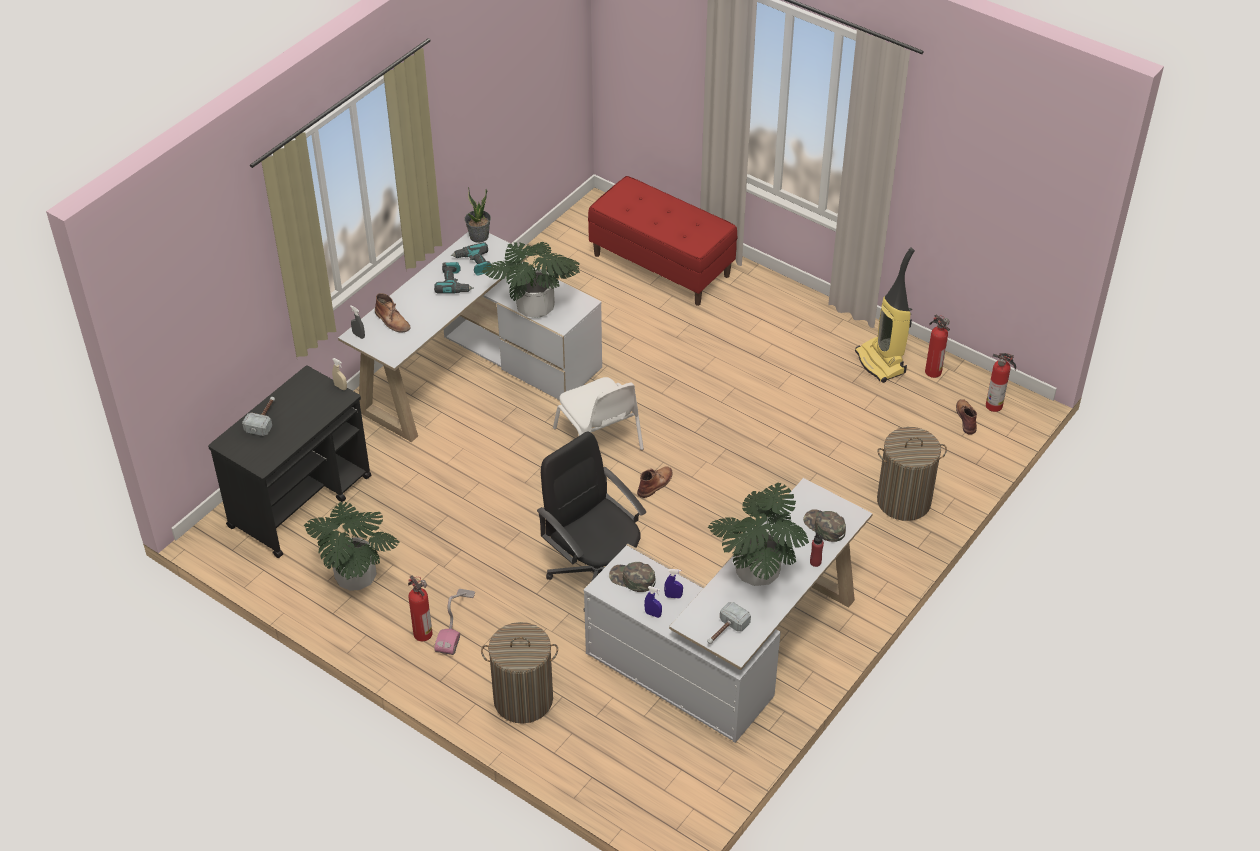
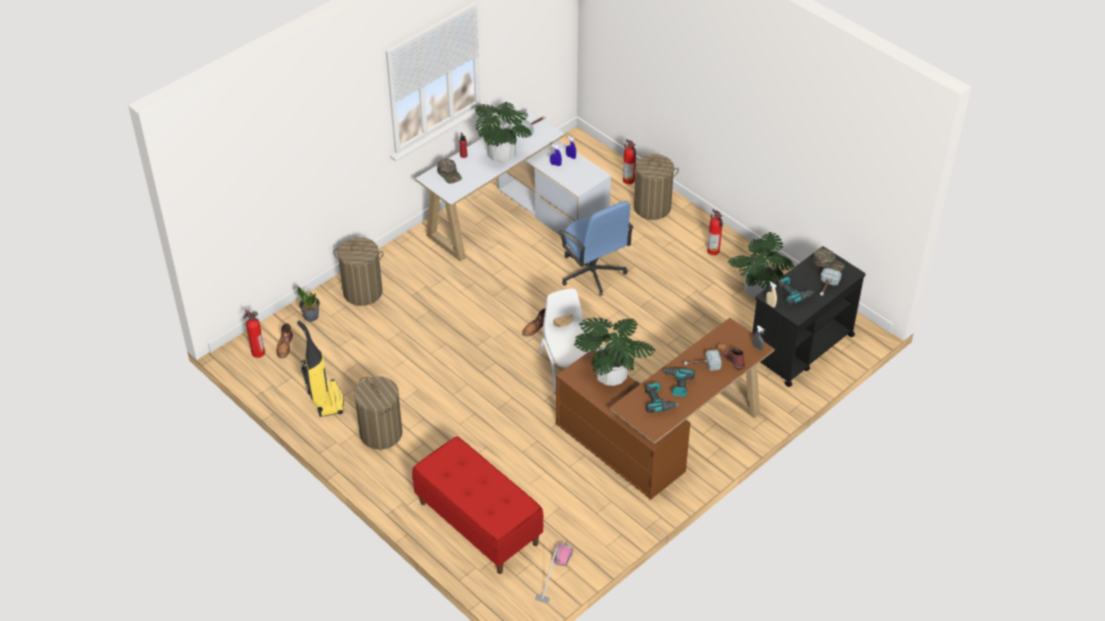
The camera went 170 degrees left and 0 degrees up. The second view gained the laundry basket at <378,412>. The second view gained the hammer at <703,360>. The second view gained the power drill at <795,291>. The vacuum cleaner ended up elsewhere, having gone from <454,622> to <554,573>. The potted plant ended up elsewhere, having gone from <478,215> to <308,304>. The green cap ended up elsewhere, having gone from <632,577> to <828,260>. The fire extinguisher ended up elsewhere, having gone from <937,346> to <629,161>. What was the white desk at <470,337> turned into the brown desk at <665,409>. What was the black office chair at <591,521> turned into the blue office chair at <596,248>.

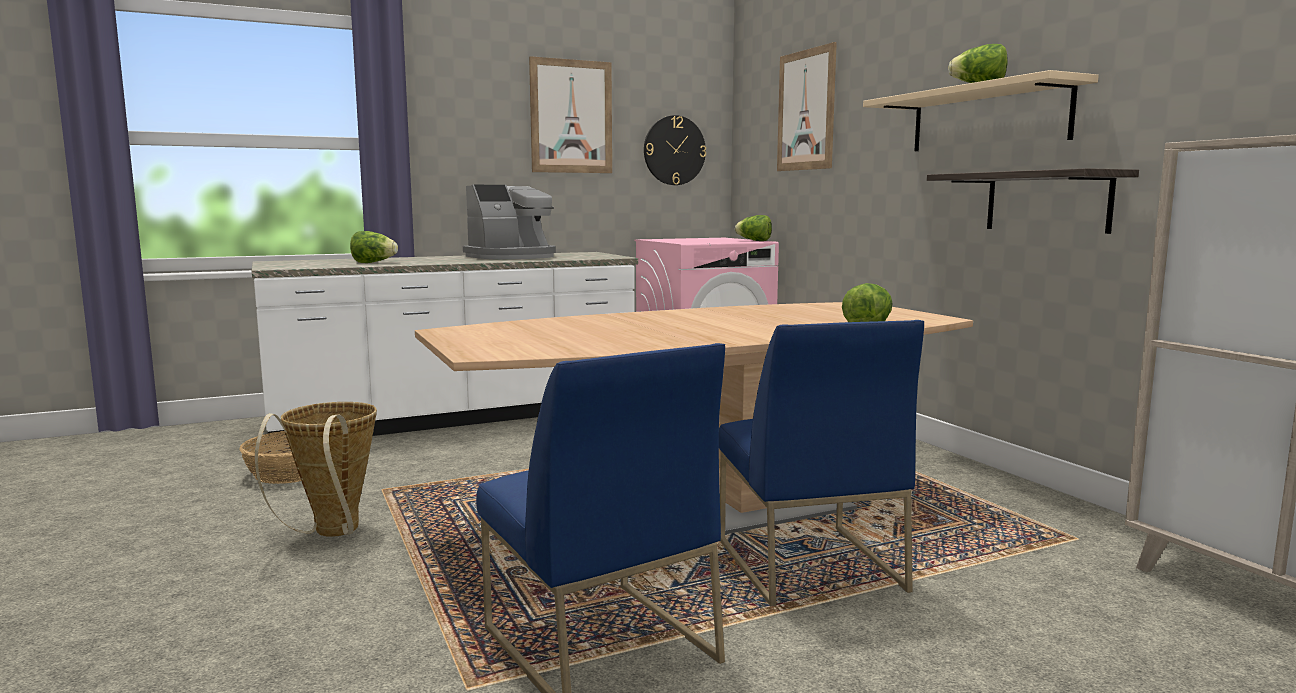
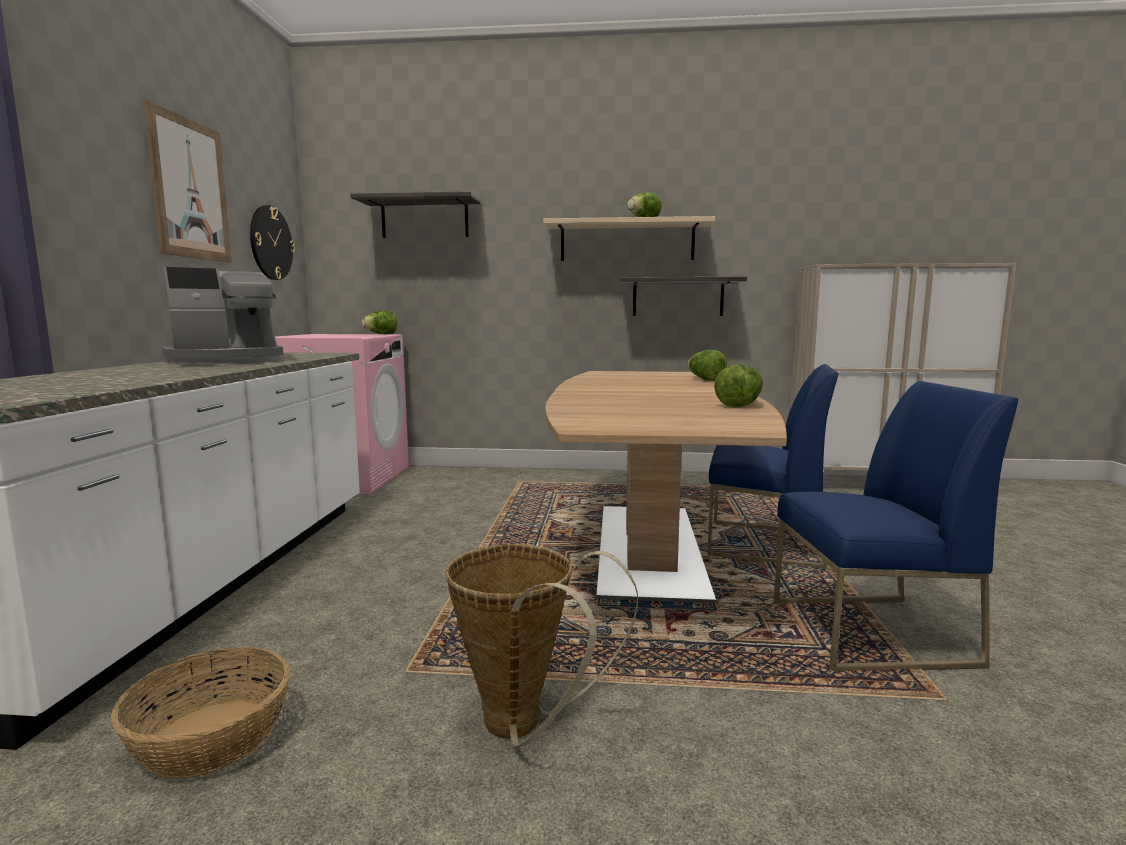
The camera went 60 degrees left and 0 degrees up. The lettuce ended up elsewhere, having gone from <374,247> to <738,385>. Where the picture hung at <807,106>, the shelf came to hang at <415,215>. The coffee machine at <509,221> ended up facing another way, 60 degrees clockwise from before.

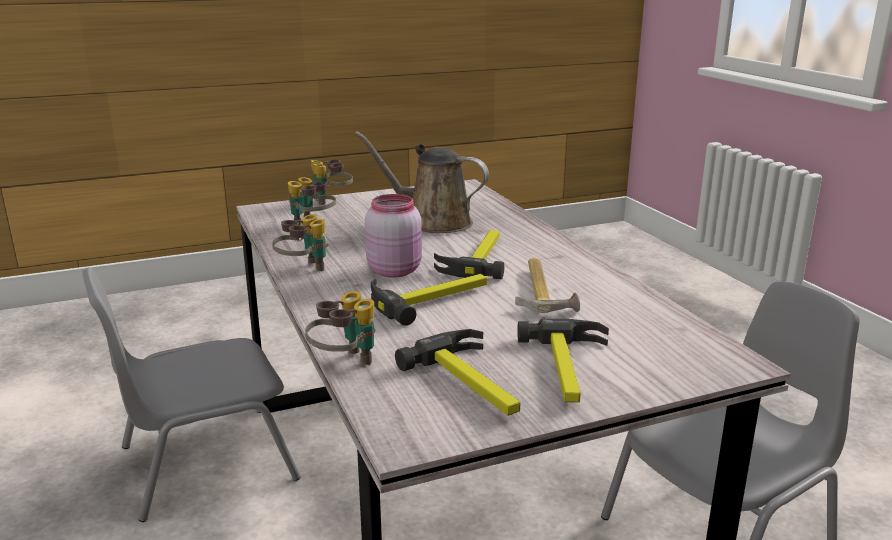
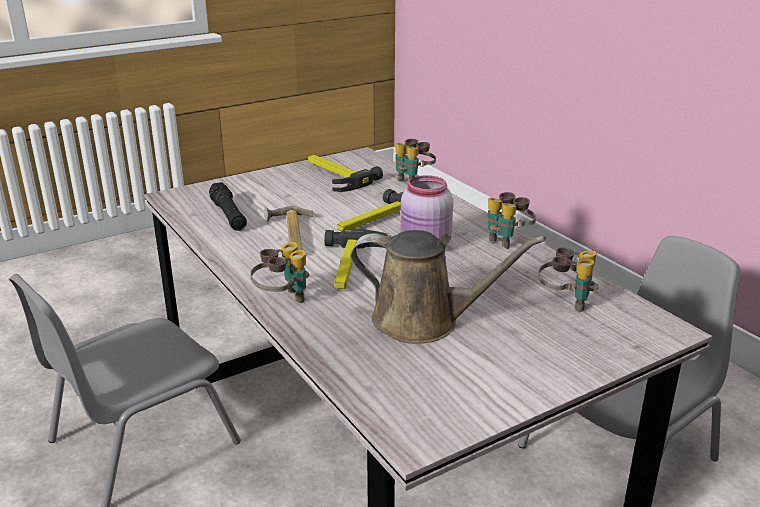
The camera went 170 degrees right and 5 degrees up. The second view lost the hammer at <563,360>. The second view gained the black flashlight at <228,206>. The binoculars ended up elsewhere, having gone from <332,182> to <279,272>.

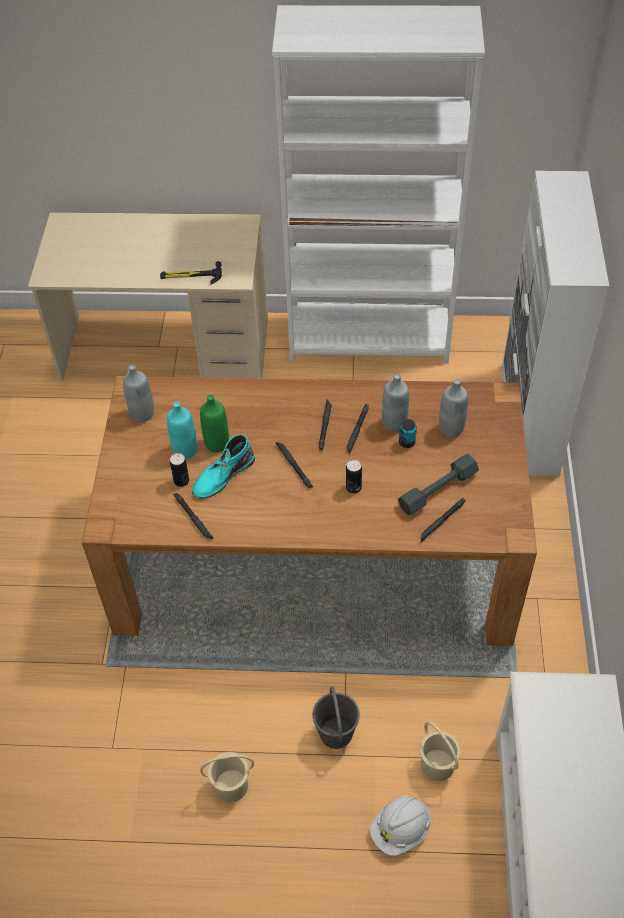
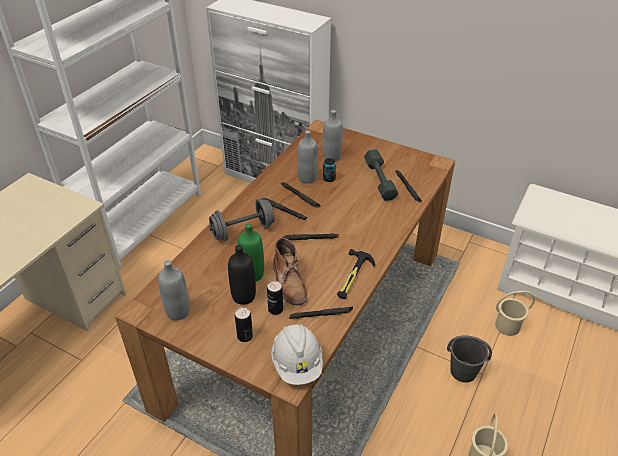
The camera went 65 degrees left and 10 degrees down. The second view gained the grey dumbbell at <242,220>. The hammer ended up elsewhere, having gone from <191,272> to <356,274>. The can ended up elsewhere, having gone from <354,476> to <244,324>. The white hard hat ended up elsewhere, having gone from <400,826> to <297,354>. What was the turquoise bottle at <182,430> turned into the black bottle at <242,275>. What was the turquoise boot at <223,466> turned into the brown boot at <290,271>.

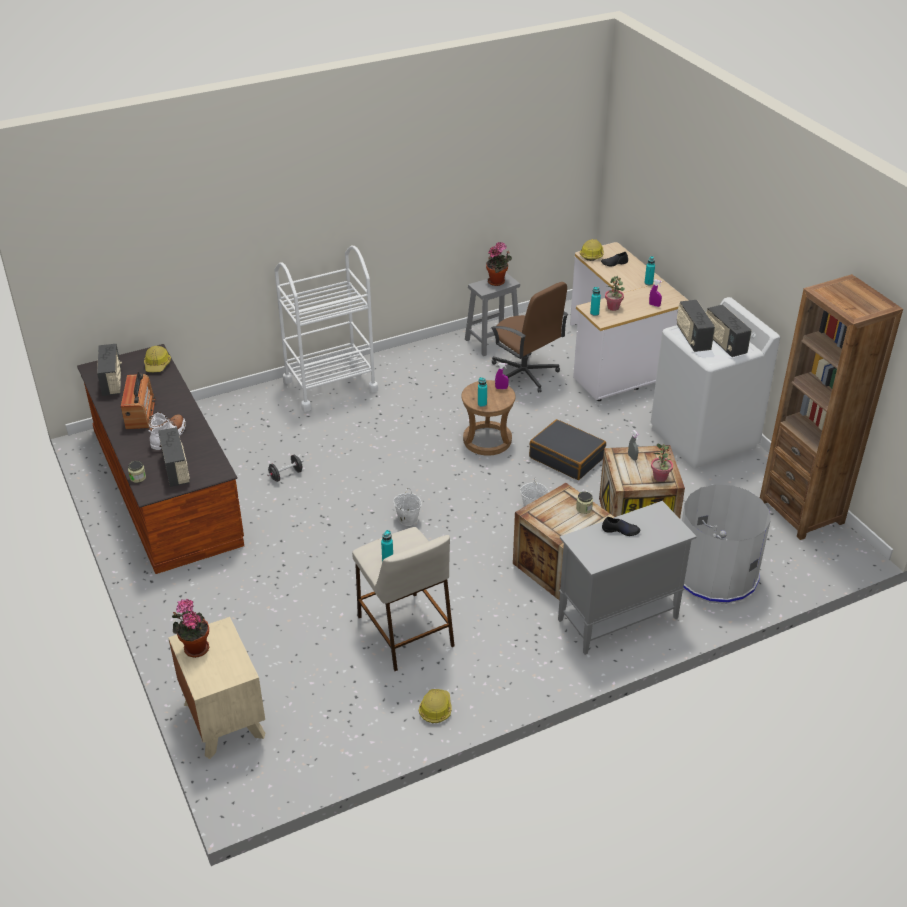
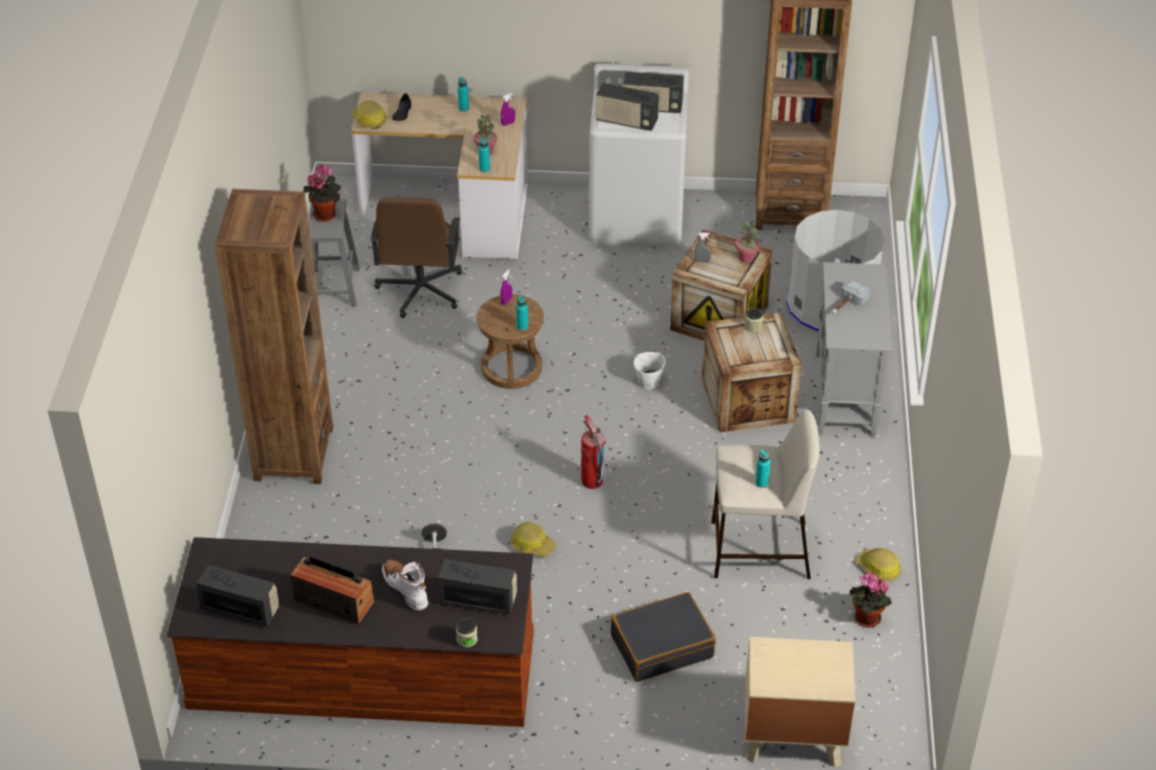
The camera went 60 degrees left and 5 degrees up. The hard hat ended up elsewhere, having gone from <157,359> to <533,539>. The potted plant ended up elsewhere, having gone from <190,628> to <871,600>. The black suitcase ended up elsewhere, having gone from <567,449> to <663,637>. Where the white cart stood at <326,329>, the brown bookcase came to stand at <274,336>. Where the white bucket stood at <407,507>, the fire extinguisher came to stand at <592,452>. Where the black shoe stood at <621,526>, the hammer came to stand at <850,297>. The brown office chair at <529,337> ended up facing another way, 105 degrees clockwise from before.

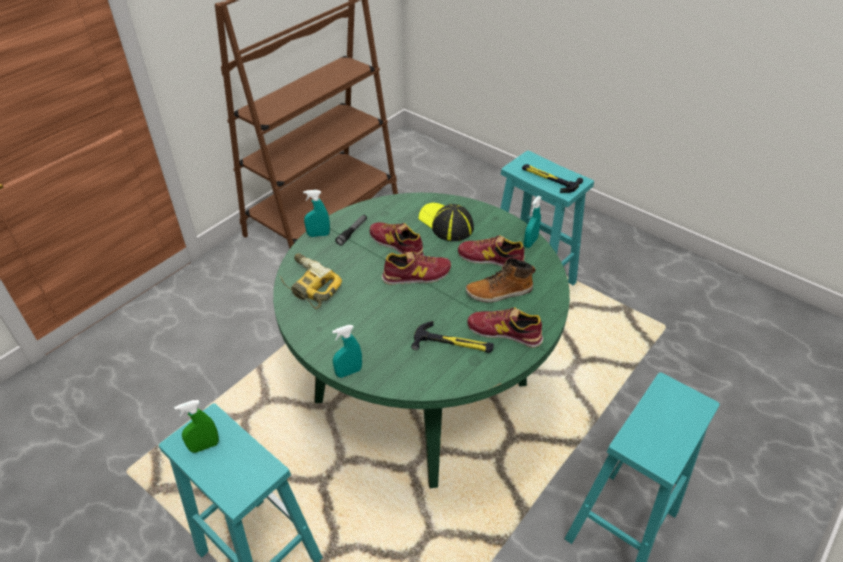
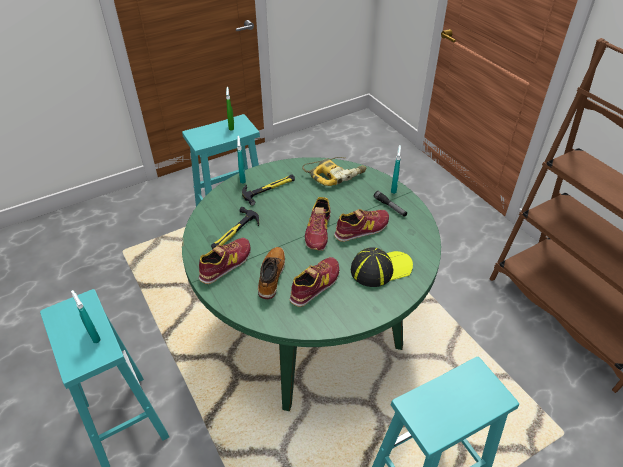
The camera went 110 degrees right and 0 degrees up. The hammer ended up elsewhere, having gone from <552,178> to <268,190>. The turquoise spray bottle ended up elsewhere, having gone from <532,222> to <86,316>.

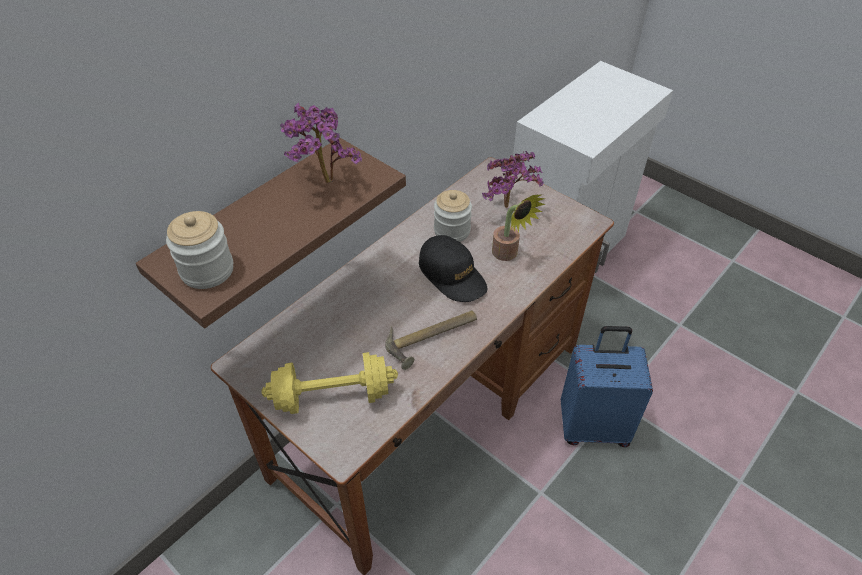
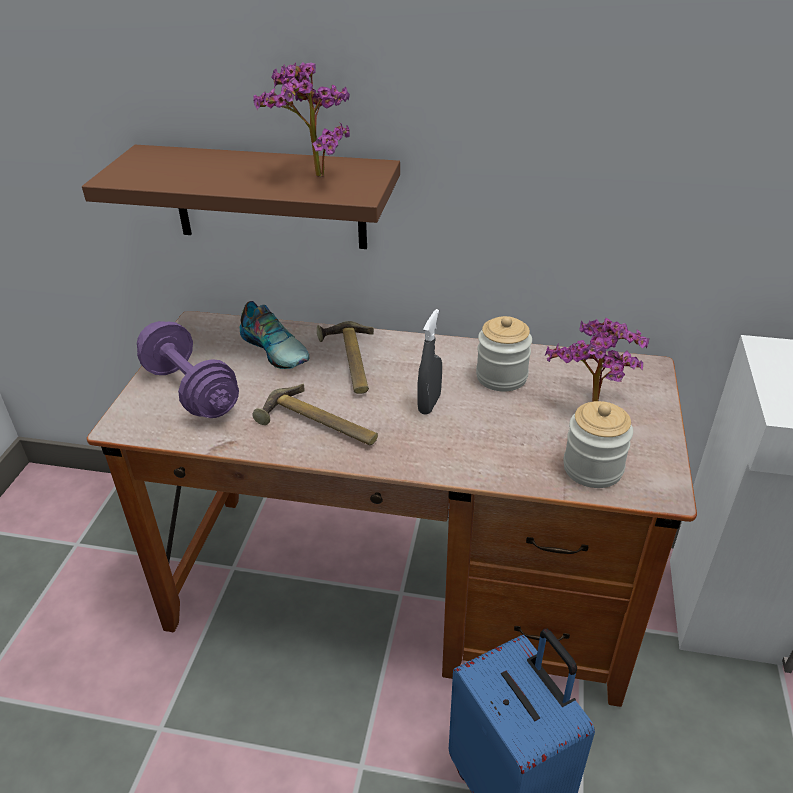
The camera went 60 degrees right and 10 degrees down. The second view lost the potted plant at <519,227>. The second view gained the shoe at <275,335>. The second view gained the hammer at <345,357>. The jar ended up elsewhere, having gone from <199,250> to <598,444>. Where the black cap stood at <453,268>, the grey spray bottle came to stand at <430,362>. What was the yellow dumbbell at <329,383> turned into the purple dumbbell at <188,369>.

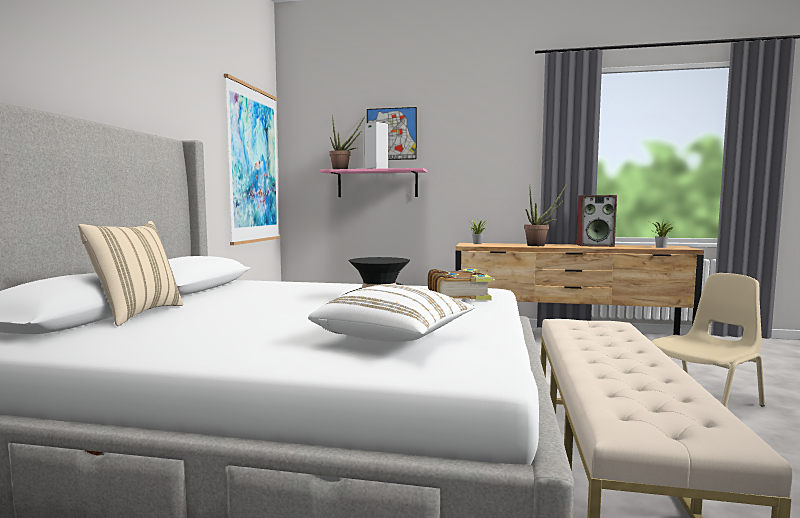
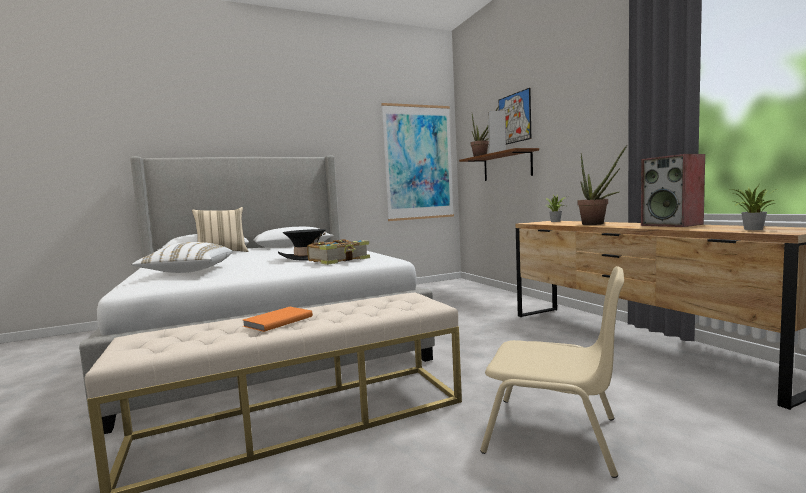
The camera went 55 degrees right and 0 degrees up. The second view gained the orange book at <278,319>. What was the pink shelf at <373,182> turned into the brown shelf at <499,164>.

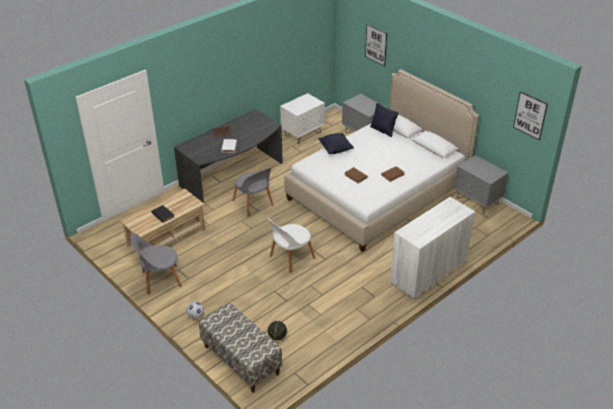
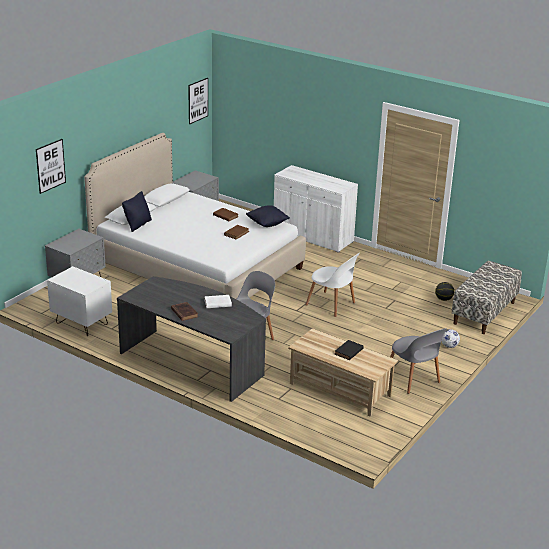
The camera went 105 degrees left and 10 degrees down. The black pillow ended up elsewhere, having gone from <336,143> to <268,216>.

